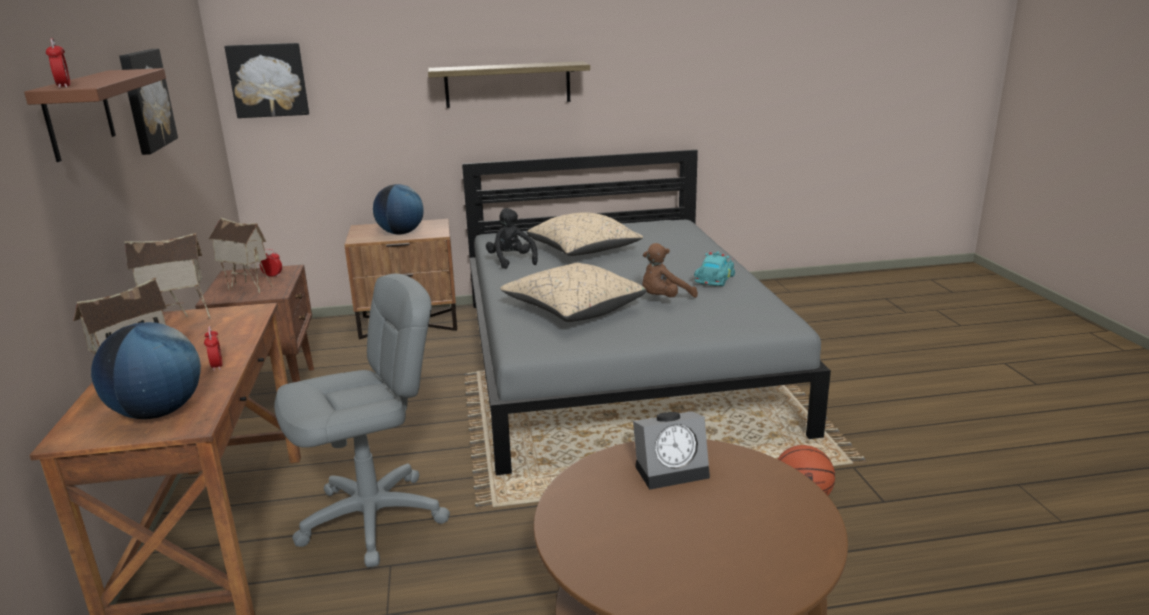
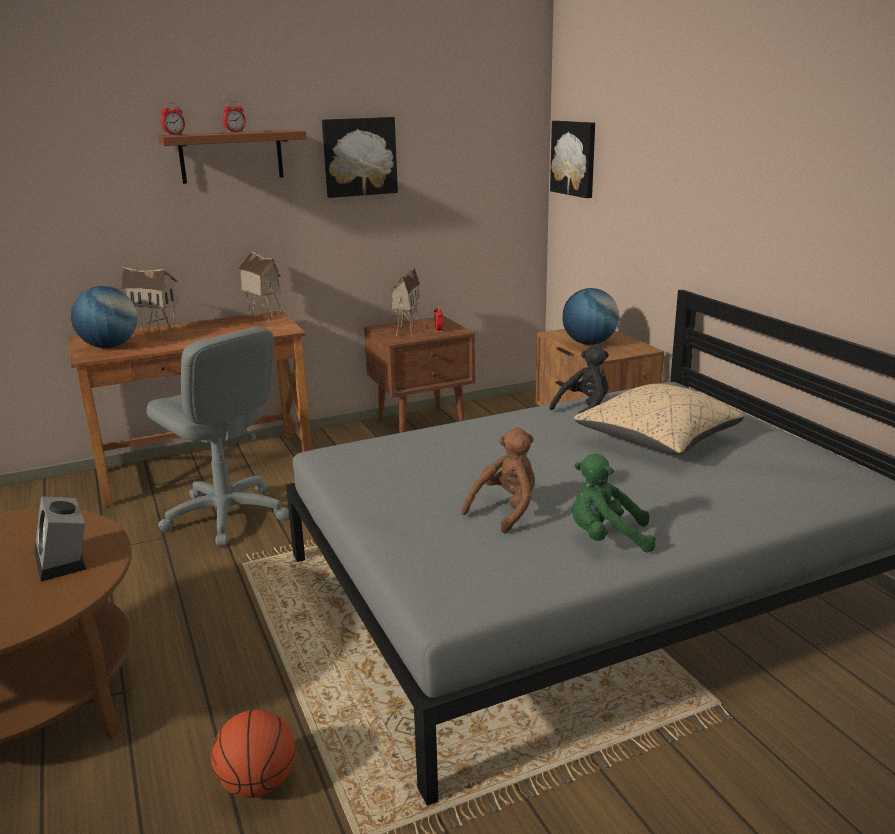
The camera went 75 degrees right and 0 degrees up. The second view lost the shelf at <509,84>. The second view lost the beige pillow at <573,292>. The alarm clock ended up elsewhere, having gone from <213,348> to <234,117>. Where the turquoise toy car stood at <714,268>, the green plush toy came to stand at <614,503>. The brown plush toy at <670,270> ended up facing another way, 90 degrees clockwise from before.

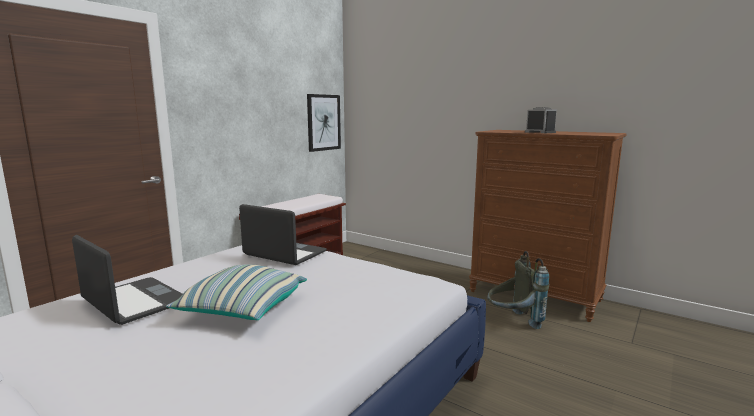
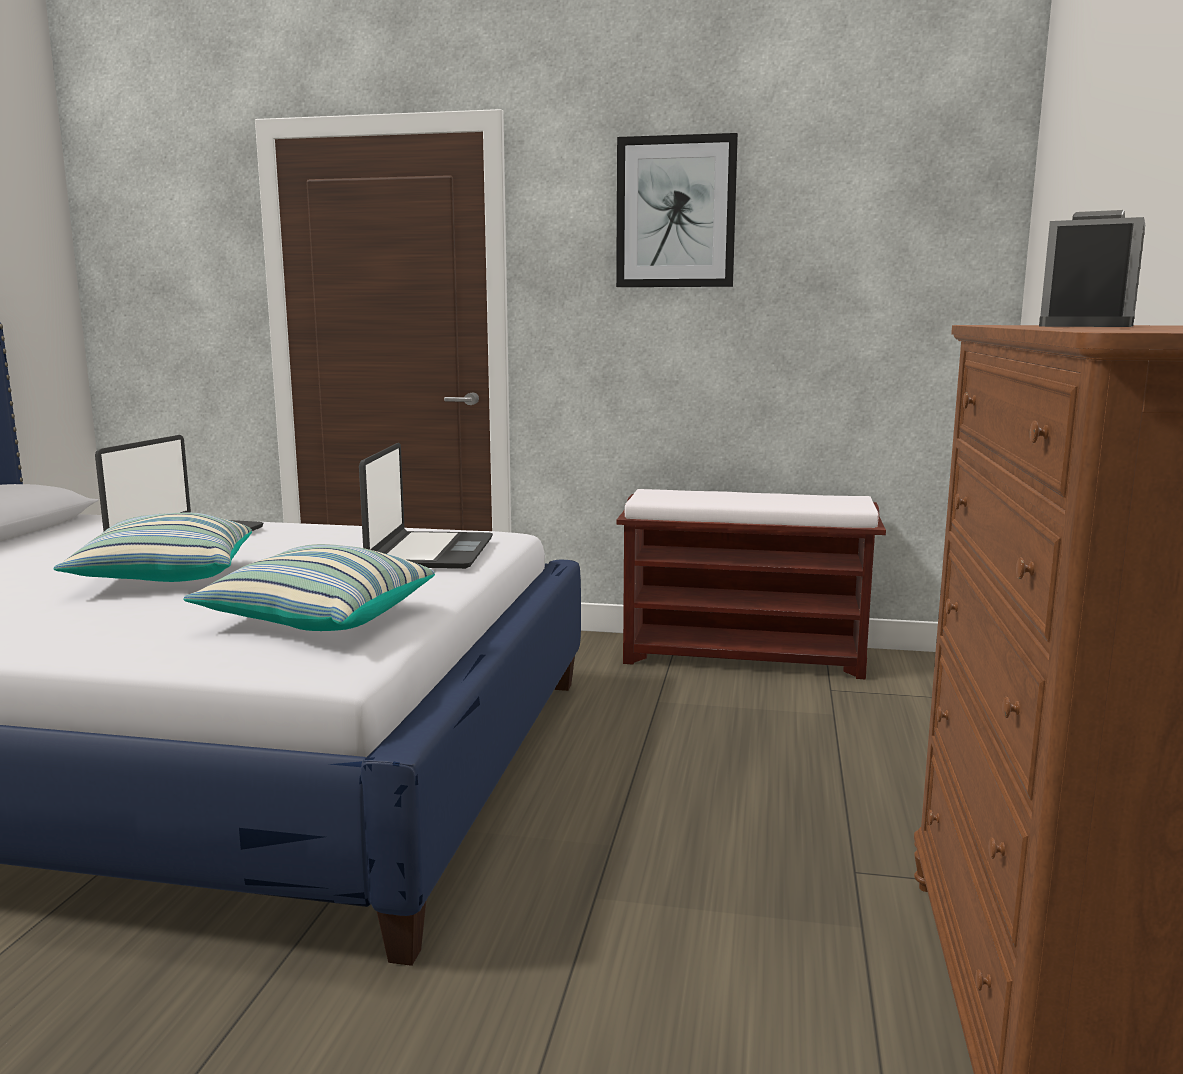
The camera went 65 degrees right and 0 degrees up. The second view lost the grey backpack at <518,290>. The second view gained the pillow at <309,587>. The picture ended up elsewhere, having gone from <324,123> to <677,210>.

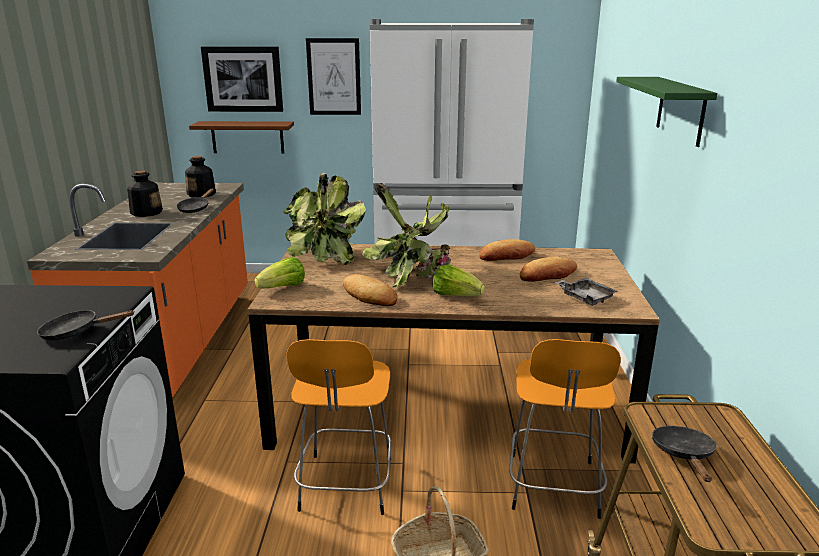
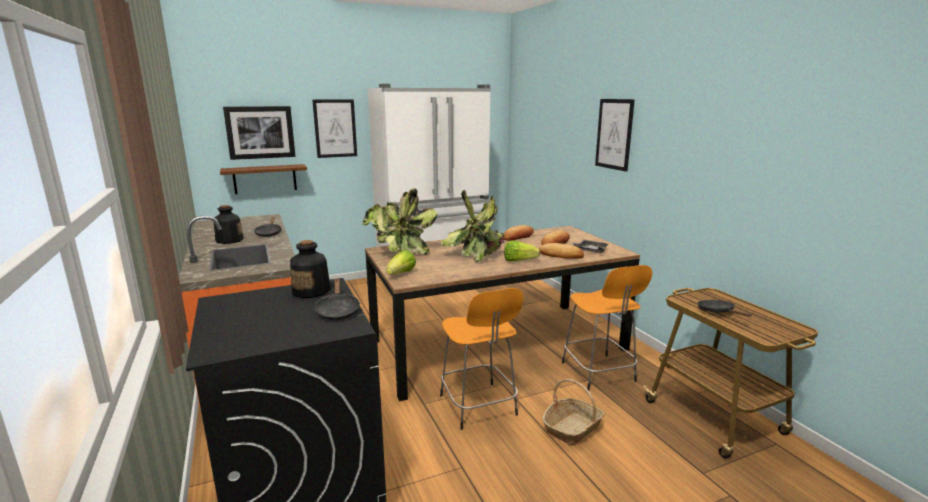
The camera went 25 degrees left and 5 degrees down. The bottle ended up elsewhere, having gone from <200,177> to <310,269>. The bread ended up elsewhere, having gone from <370,290> to <561,251>. Where the green shelf hung at <667,112>, the picture came to hang at <615,135>. The black frying pan at <86,325> ended up facing another way, 75 degrees counterclockwise from before.

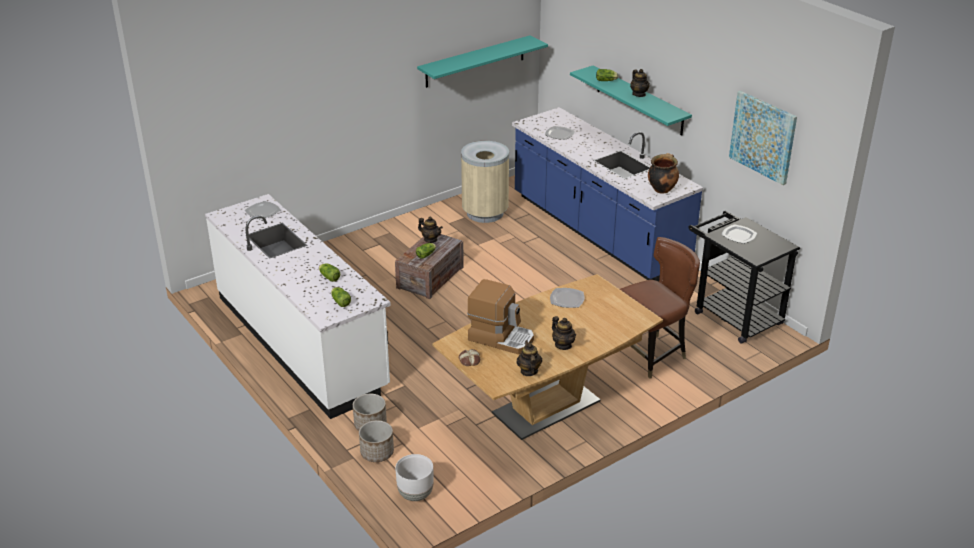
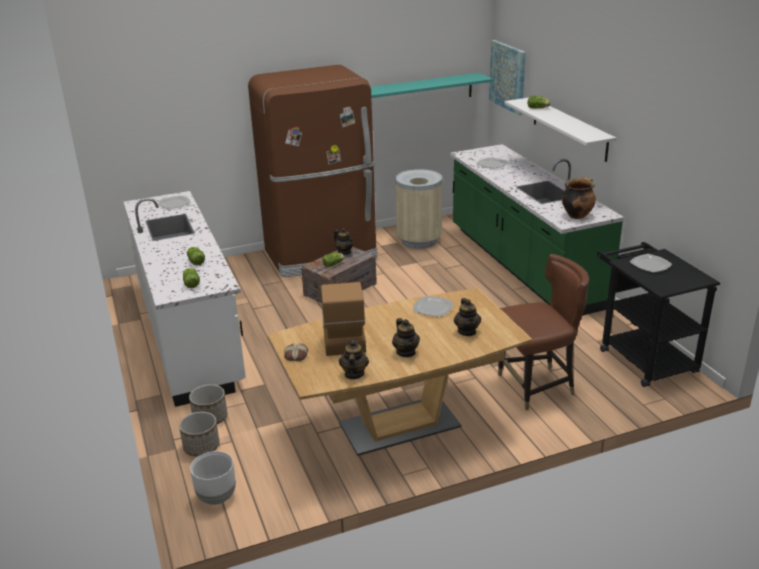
The camera went 15 degrees right and 5 degrees down. The second view gained the brown fridge at <312,171>. The teapot ended up elsewhere, having gone from <640,83> to <467,317>. The picture ended up elsewhere, having gone from <763,138> to <507,77>. What was the blue counter at <607,194> turned into the green counter at <537,230>. What was the turquoise shelf at <631,100> turned into the white shelf at <560,130>. The coffee machine at <500,316> ended up facing another way, 135 degrees counterclockwise from before.

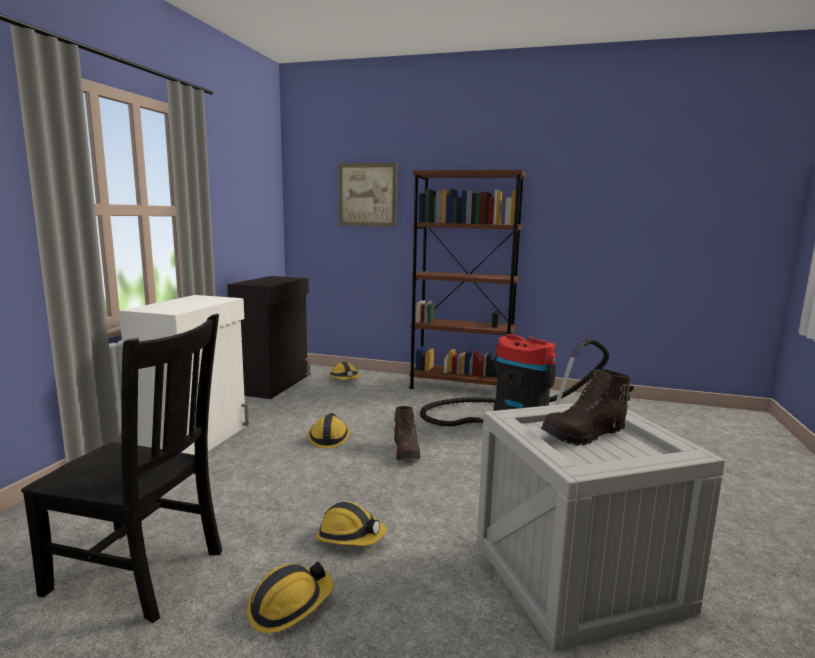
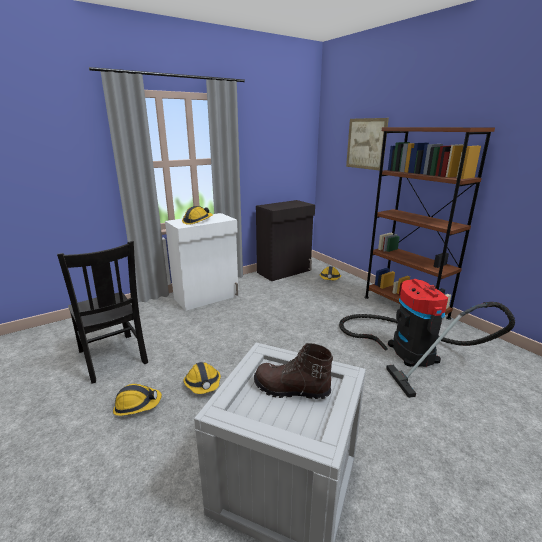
The camera went 40 degrees right and 10 degrees up. The second view lost the brown boot at <407,433>. The hard hat ended up elsewhere, having gone from <329,430> to <197,215>.

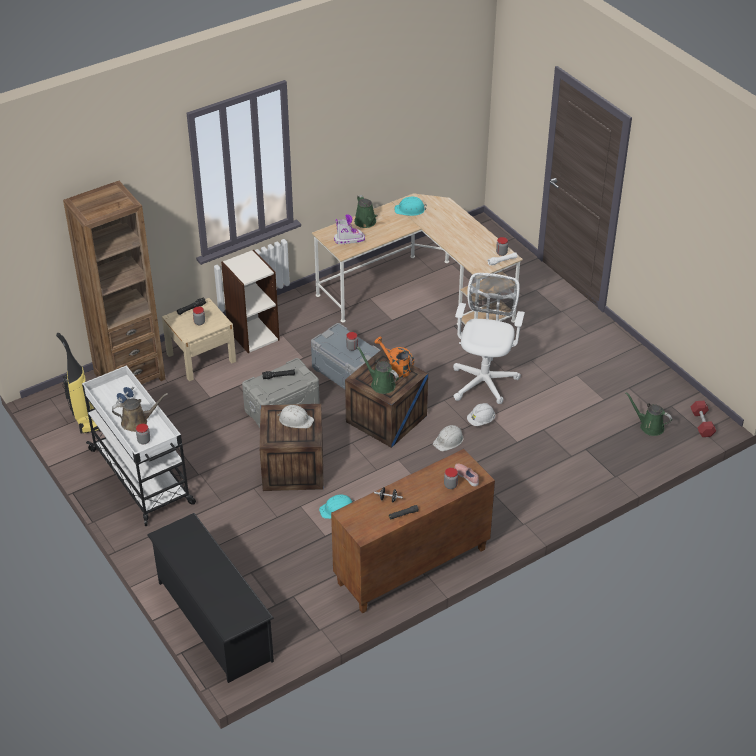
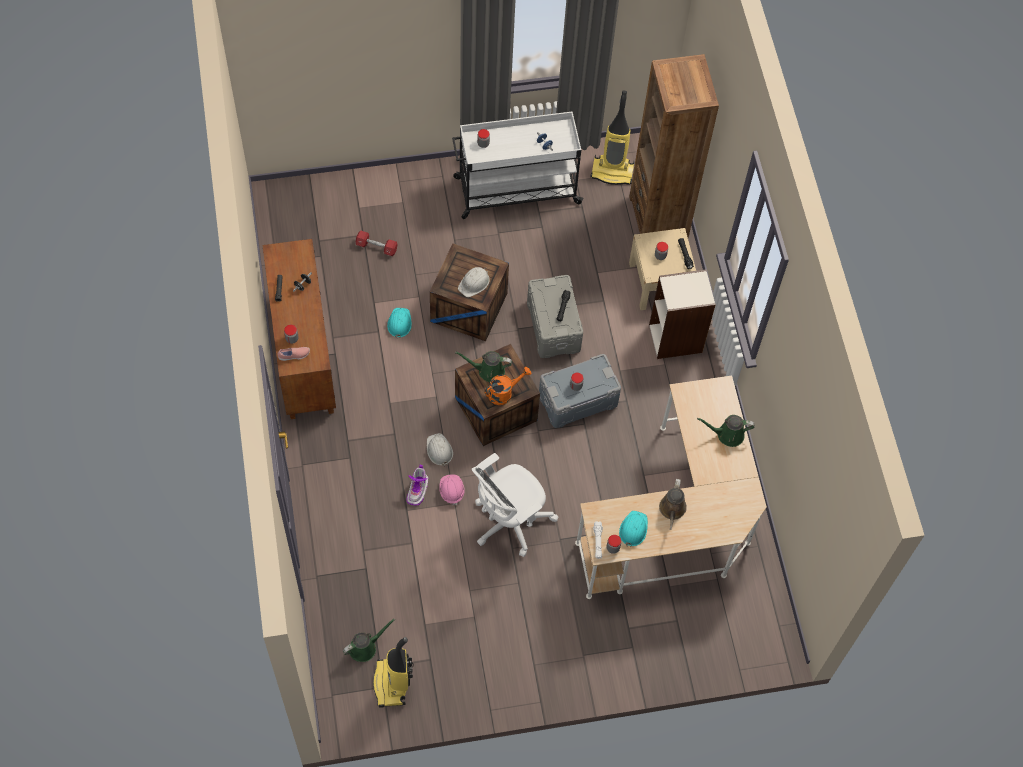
The camera went 110 degrees right and 20 degrees up. The second view lost the black shoe rack at <210,598>. The second view gained the vacuum cleaner at <393,672>. The brown watering can ended up elsewhere, having gone from <140,412> to <673,504>. The boot ended up elsewhere, having gone from <349,229> to <417,485>. The turquoise hard hat ended up elsewhere, having gone from <411,206> to <633,529>. The red dumbbell ended up elsewhere, having gone from <703,419> to <377,243>. What was the white hard hat at <481,414> turned into the pink hard hat at <452,489>. The green watering can at <378,370> ended up facing another way, 150 degrees counterclockwise from before. The white office chair at <489,338> ended up facing another way, 105 degrees clockwise from before.

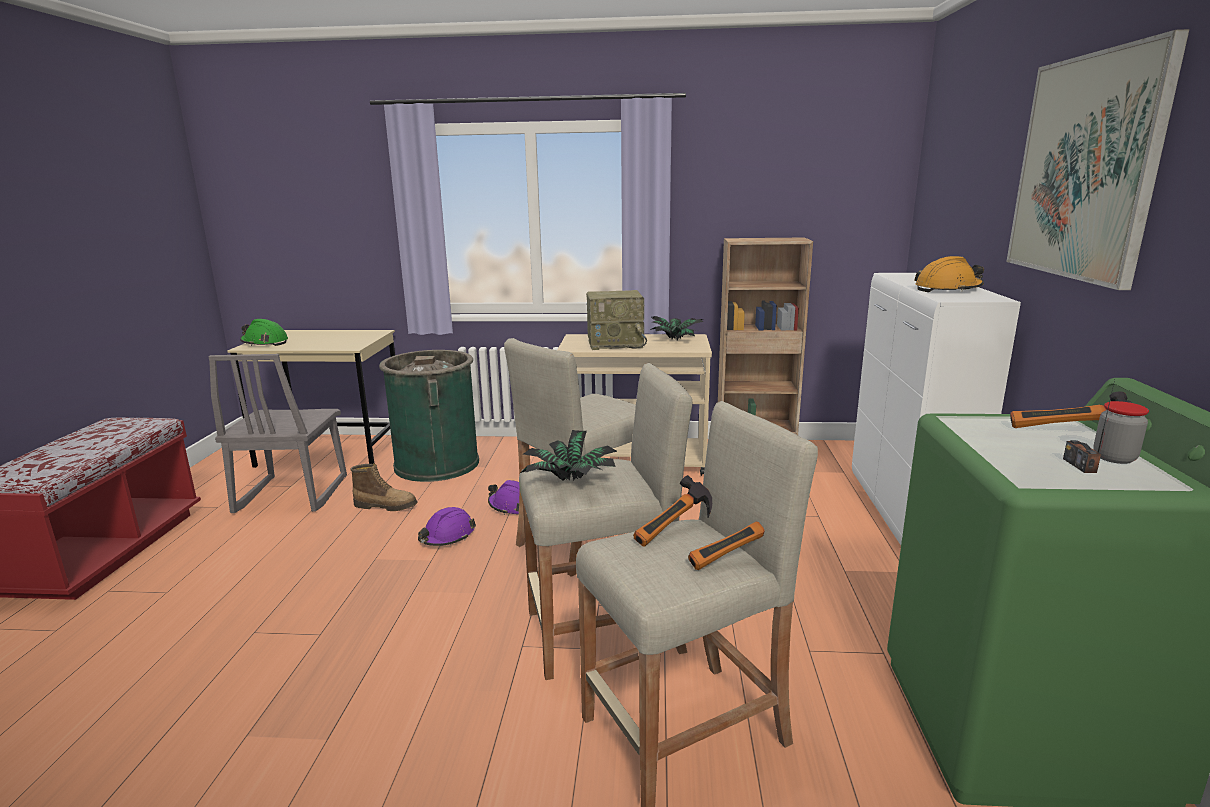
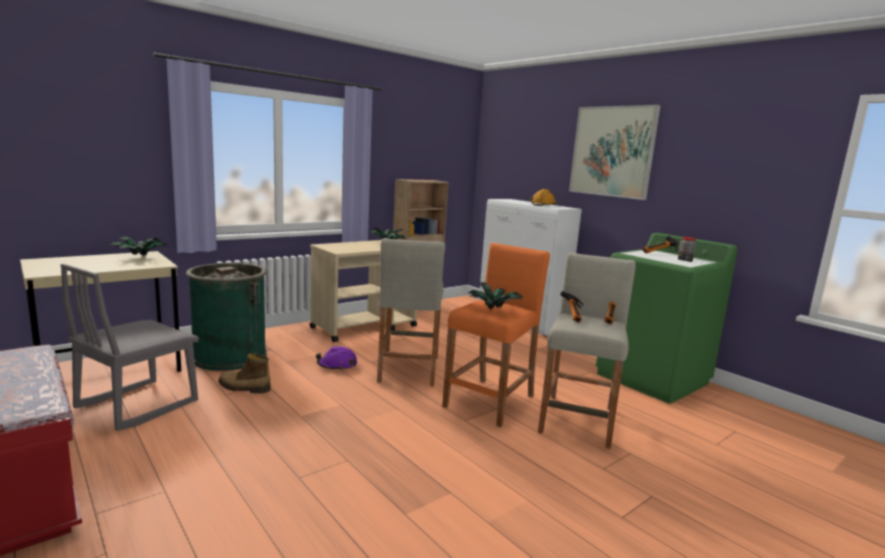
The camera went 45 degrees left and 5 degrees down. The second view lost the green hard hat at <264,332>. The second view lost the purple hard hat at <447,526>. The second view lost the radio at <616,320>. The second view gained the potted plant at <138,246>. What was the beige stool at <606,521> turned into the orange stool at <496,335>. The grey chair at <278,433> ended up facing another way, 75 degrees clockwise from before. The boot at <383,487> ended up facing another way, 135 degrees counterclockwise from before.

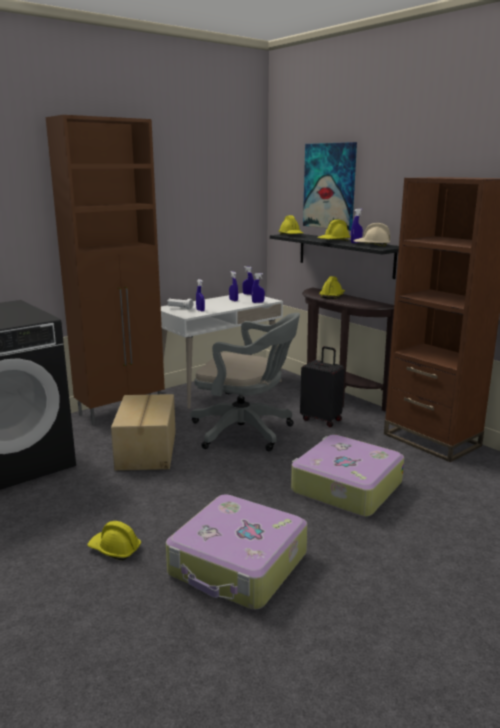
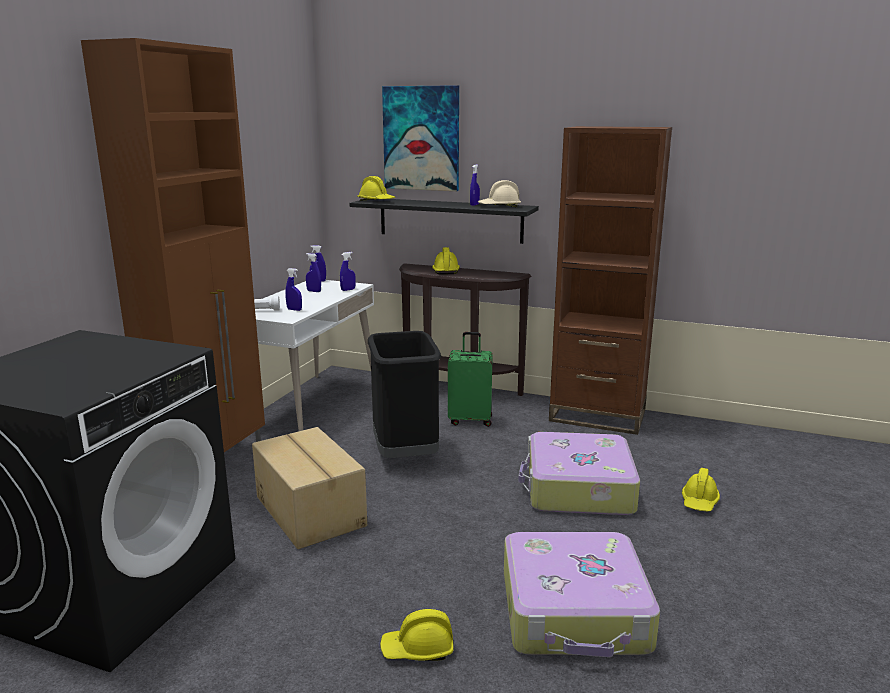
The camera went 30 degrees left and 0 degrees up. The yellow hard hat ended up elsewhere, having gone from <334,230> to <701,490>. Where the grey office chair stood at <245,382>, the black trash can came to stand at <404,394>. What was the black suitcase at <322,386> turned into the green suitcase at <470,379>.

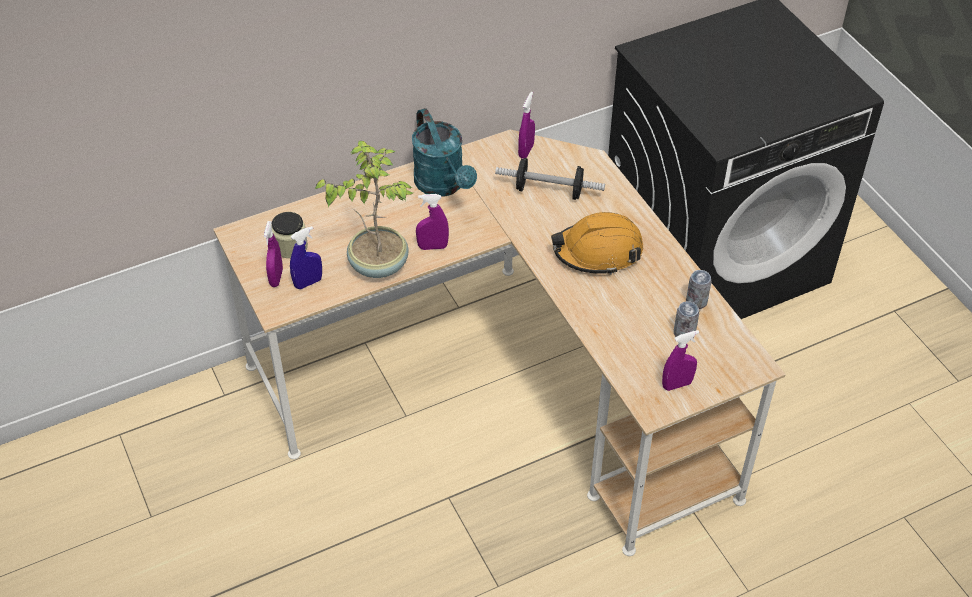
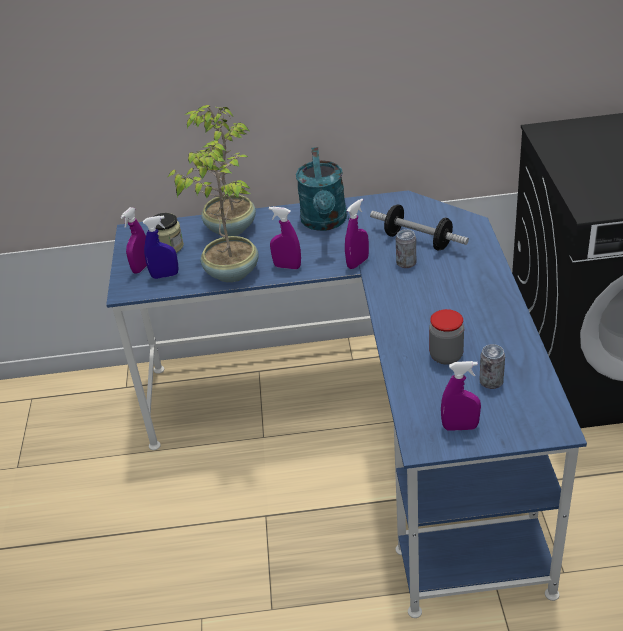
The camera went 25 degrees right and 10 degrees down. The second view lost the orange hard hat at <597,243>. The second view gained the potted plant at <220,170>. The second view gained the jar at <446,337>. The purple spray bottle ended up elsewhere, having gone from <526,125> to <357,233>. The can ended up elsewhere, having gone from <699,289> to <406,248>. What was the beige desk at <499,343> turned into the blue desk at <346,404>.

